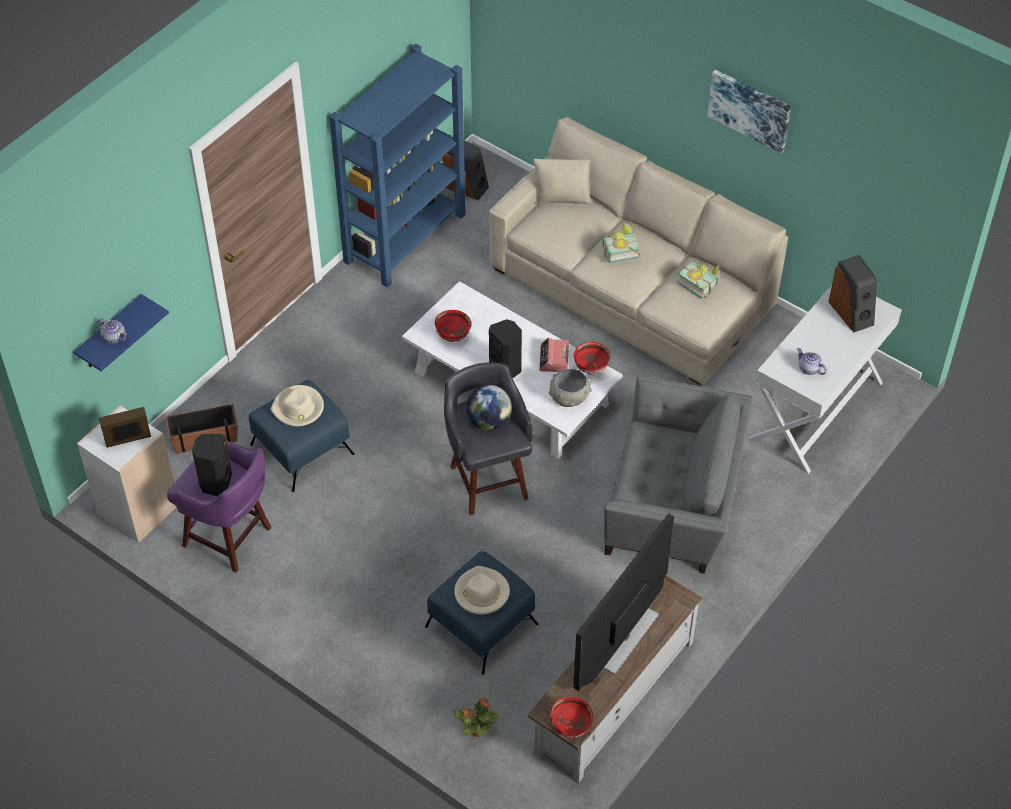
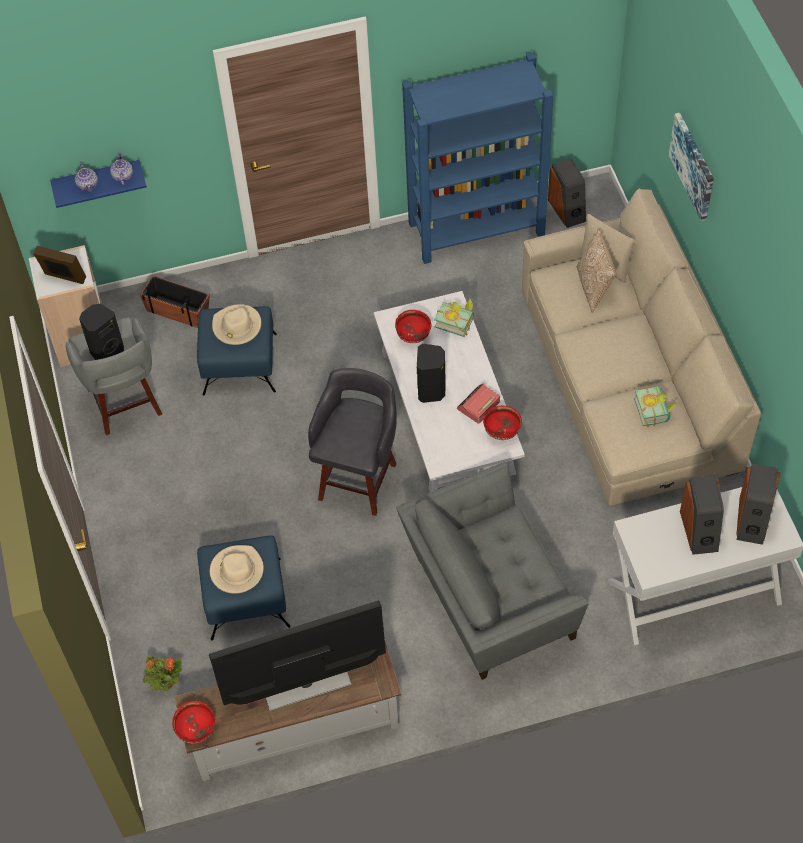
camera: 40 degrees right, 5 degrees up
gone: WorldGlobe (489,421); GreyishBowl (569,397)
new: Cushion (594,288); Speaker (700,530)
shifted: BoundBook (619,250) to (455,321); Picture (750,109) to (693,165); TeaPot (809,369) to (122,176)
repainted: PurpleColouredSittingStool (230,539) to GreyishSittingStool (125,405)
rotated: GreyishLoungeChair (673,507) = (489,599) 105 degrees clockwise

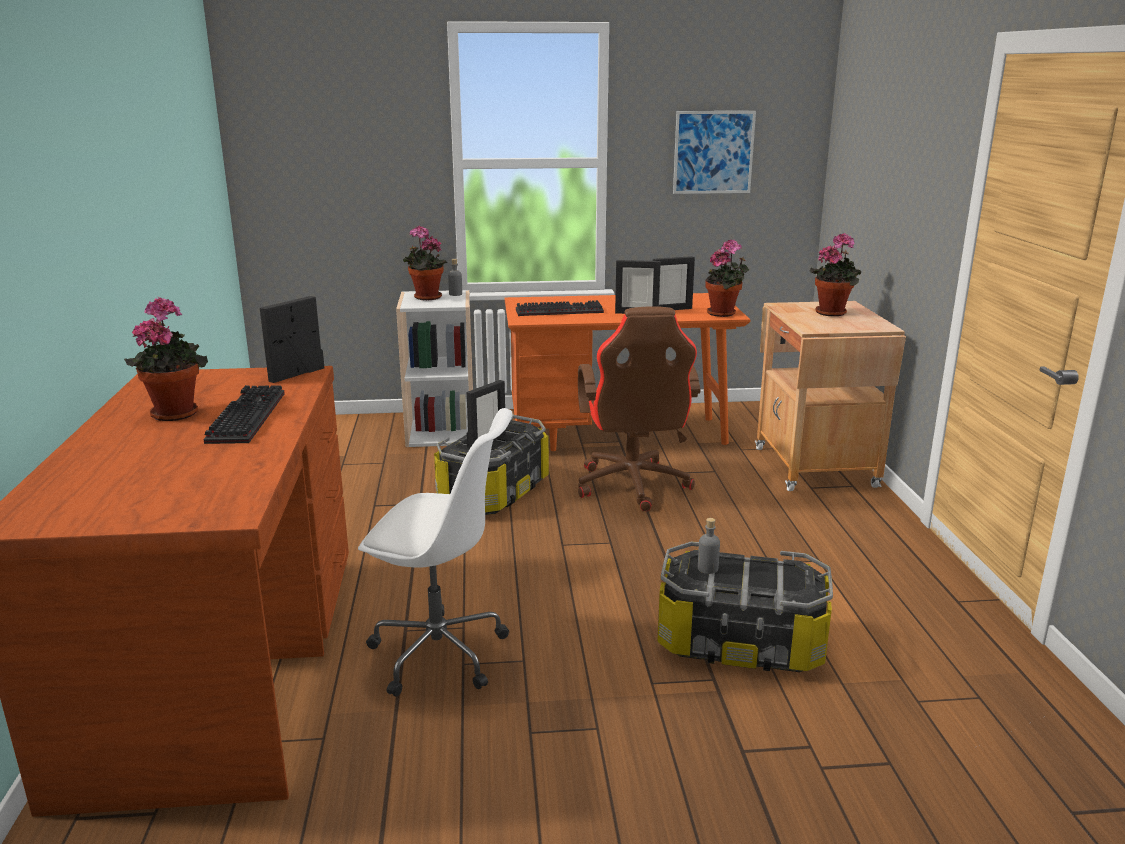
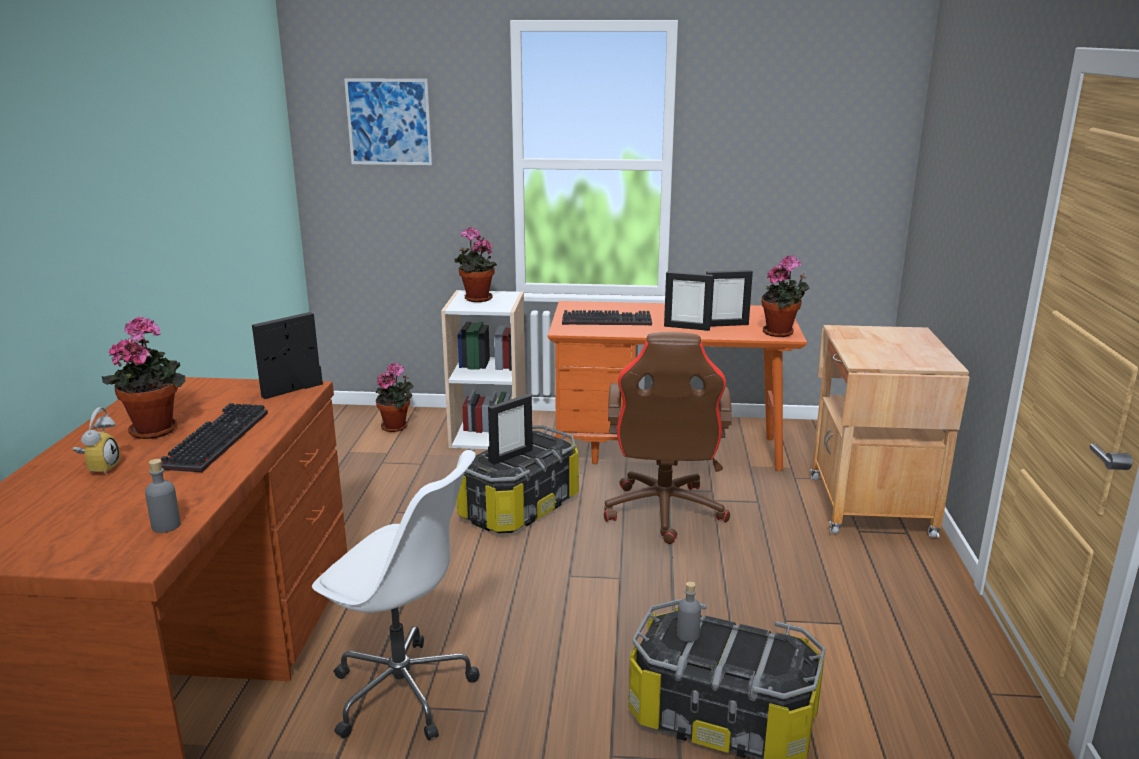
camera: 10 degrees right, 0 degrees up
new: AlarmClock (100,468)
shifted: GreyishBeverageBottle (455,294) to (166,526); Picture (713,152) to (389,122); PottedPlant (833,312) to (397,426)

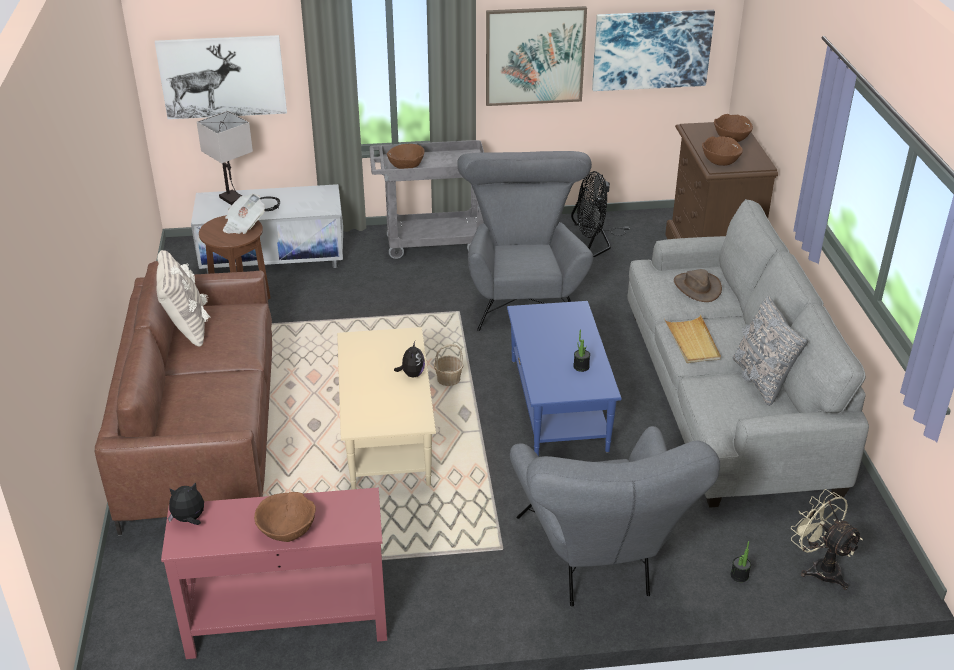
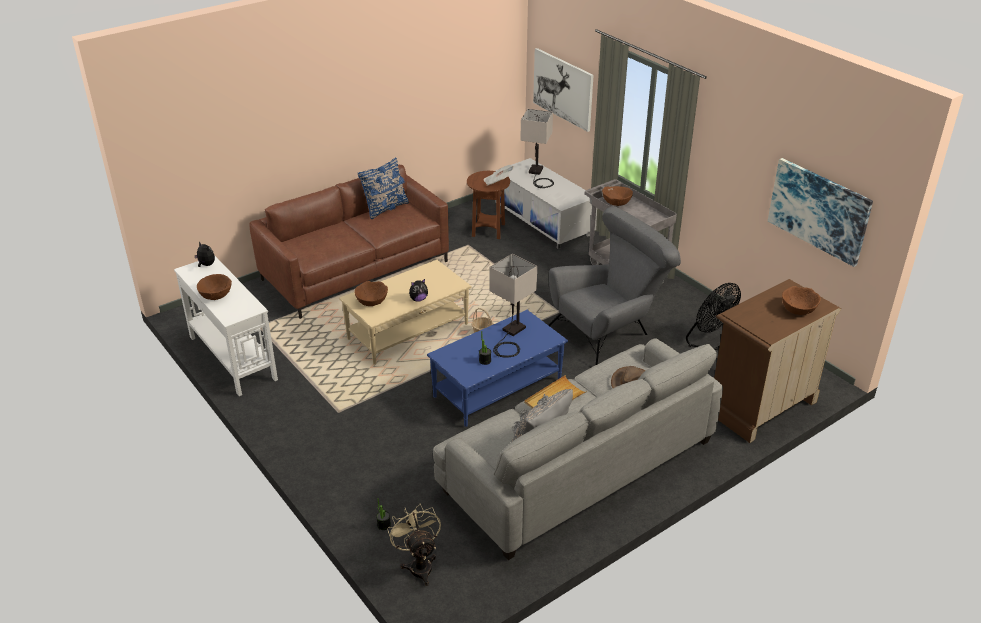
camera: 60 degrees right, 0 degrees up
gone: Picture (535,56); GreyishLoungeChair (599,564)
new: TableLamp (510,338)
shifted: BrownColouredBowl (721,160) to (372,301)
repainted: SandColouredCushion (188,327) to BlueCushion (386,209); ReddishConsoleTable (286,622) to WhiteConsoleTable (232,357)
rotated: SandColouredFan (819,568) = (419,564) 45 degrees counterclockwise

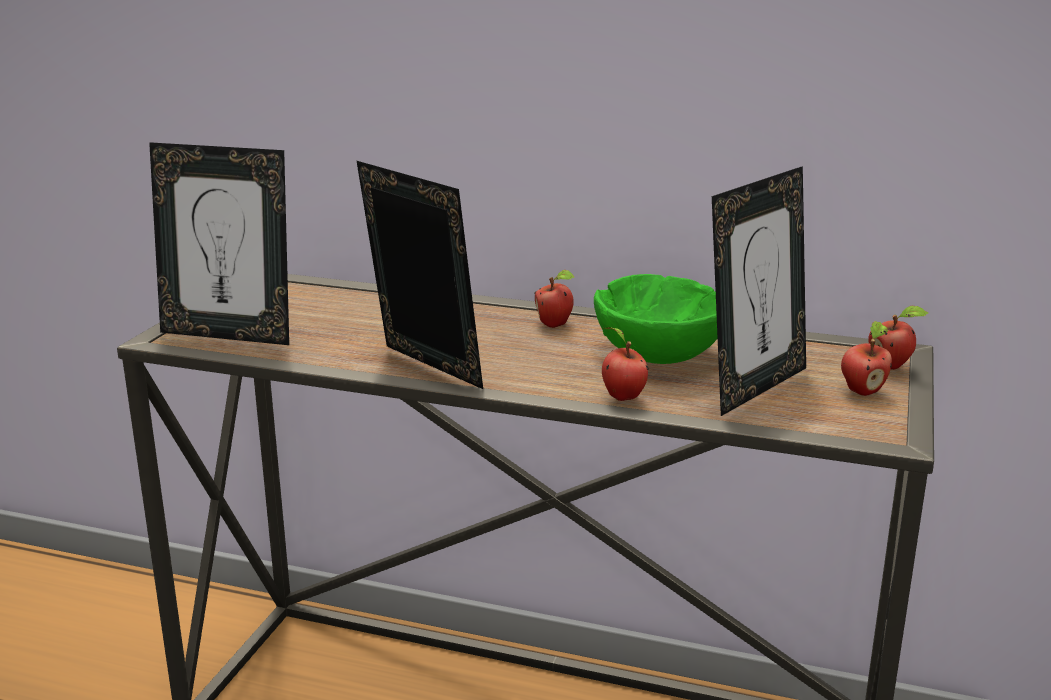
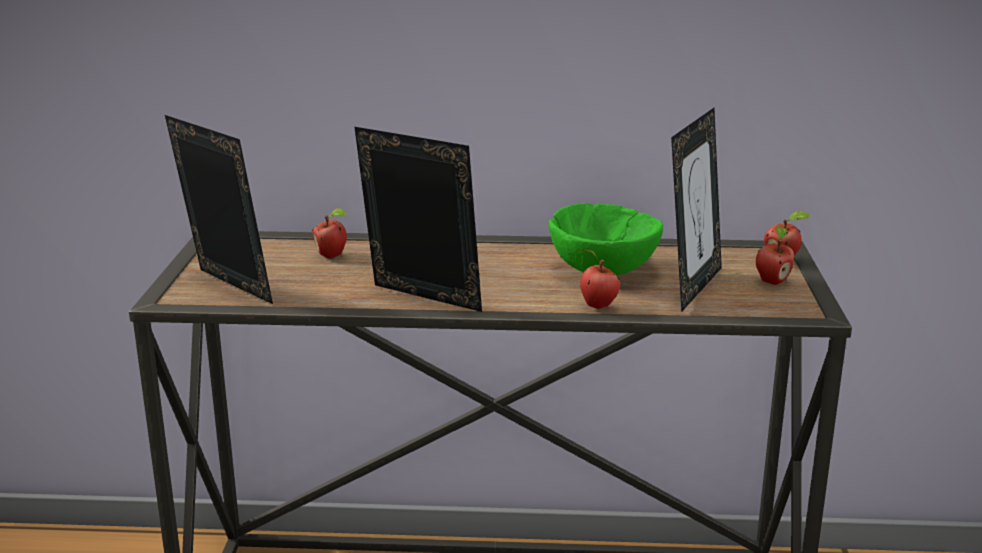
camera: 15 degrees left, 0 degrees up
shifted: Apple (555,325) to (332,256)
rotated: StandingFrame (229,334) = (226,289) 135 degrees counterclockwise

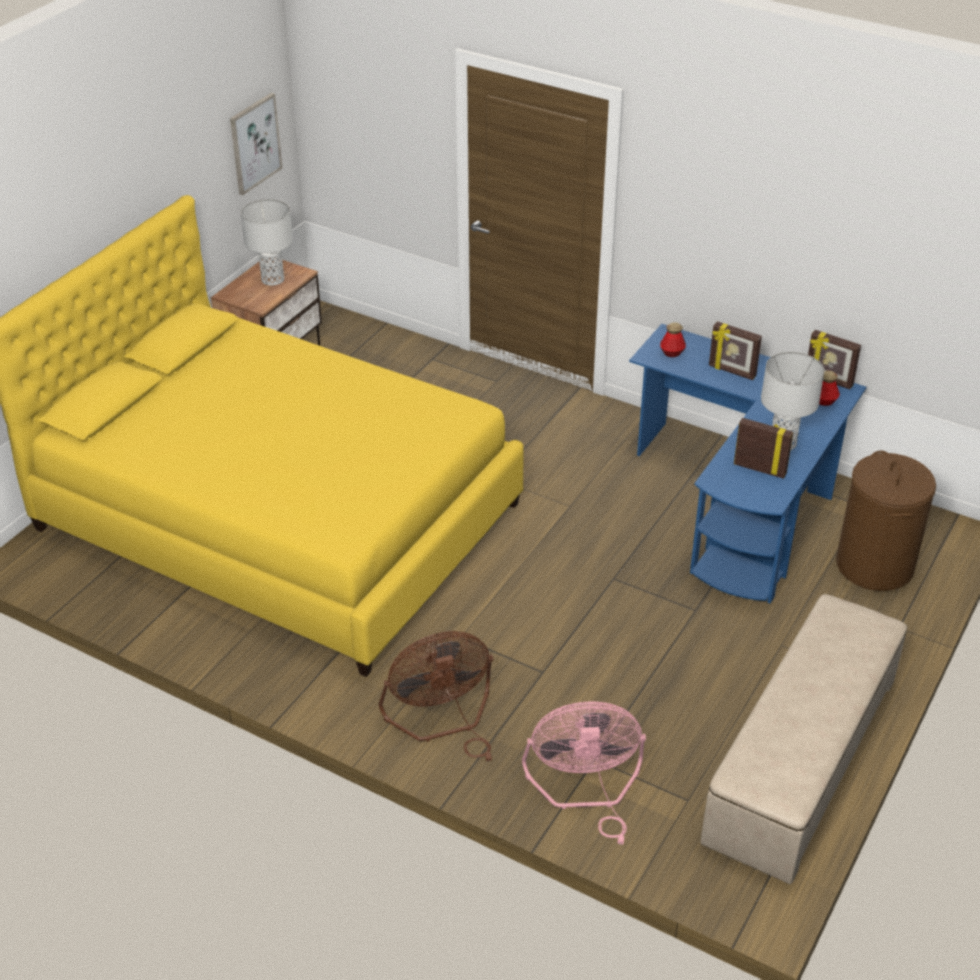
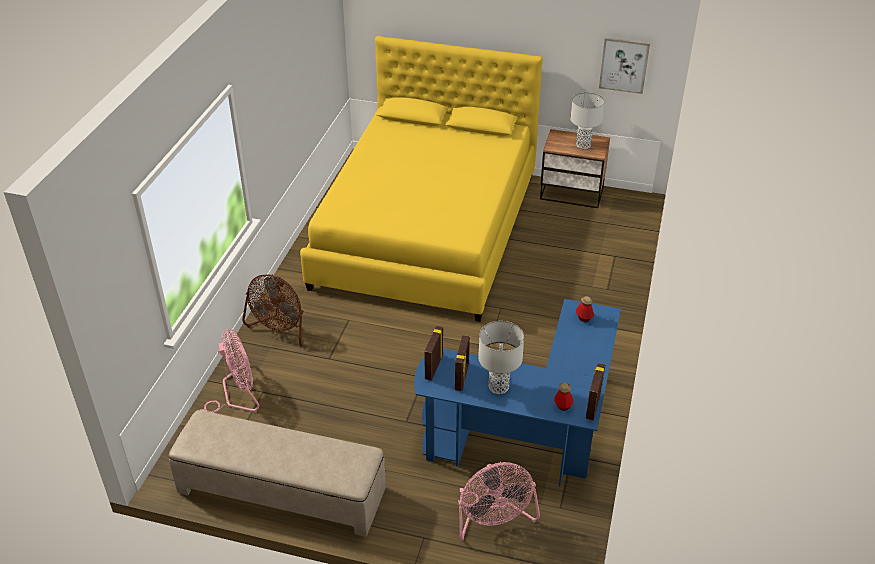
camera: 75 degrees right, 0 degrees up
shifted: StandingFrame (731,371) to (433,367)
swapped: BrownColouredLaundryBasket (874,565) to PinkishFan (490,518)
rotated: BrownColouredFan (447,722) = (279,327) 150 degrees clockwise

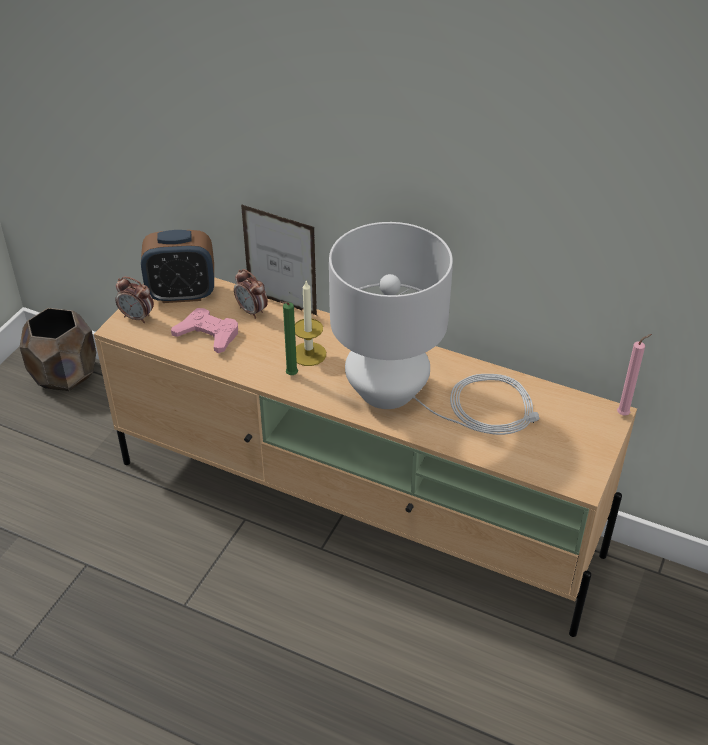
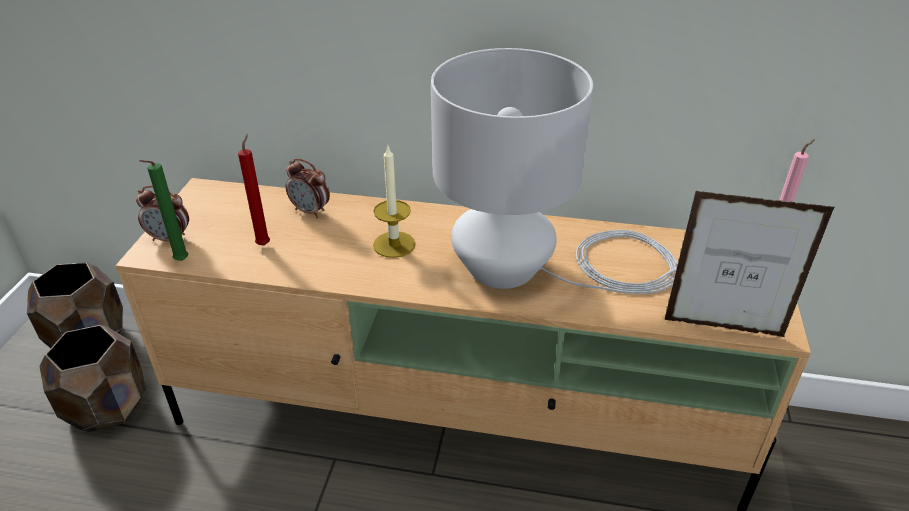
camera: 15 degrees left, 5 degrees down
gone: AlarmClock (182,294)
new: BrownColouredPlantPot (109,406)
shifted: StandingFrame (282,303) to (723,328); GreenColouredCandle (290,375) to (179,262)
swapped: PinkishGameController (208,335) to ReddishCandle (264,244)

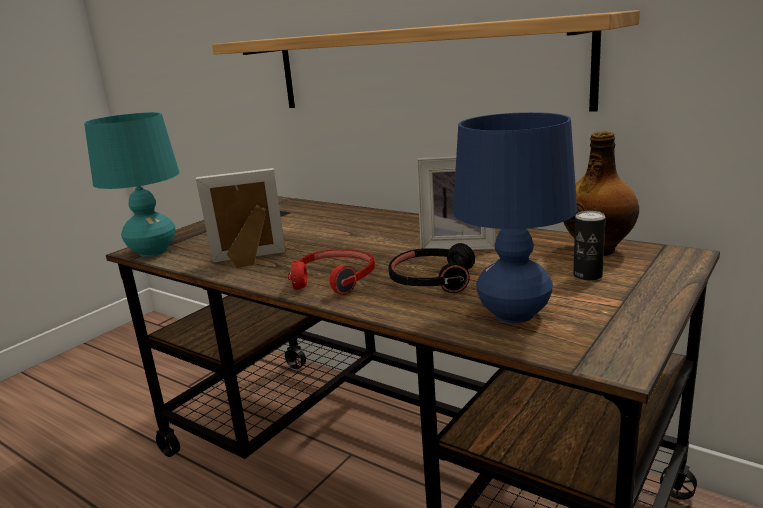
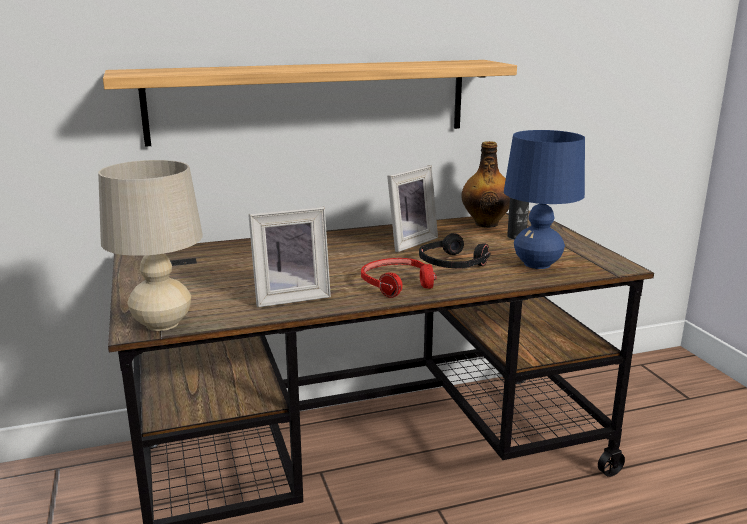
camera: 55 degrees left, 0 degrees up
repainted: BlueGreenTableLamp (153,251) to SandColouredTableLamp (162,324)
rotated: StandingFrame (249,261) = (290,297) 135 degrees counterclockwise

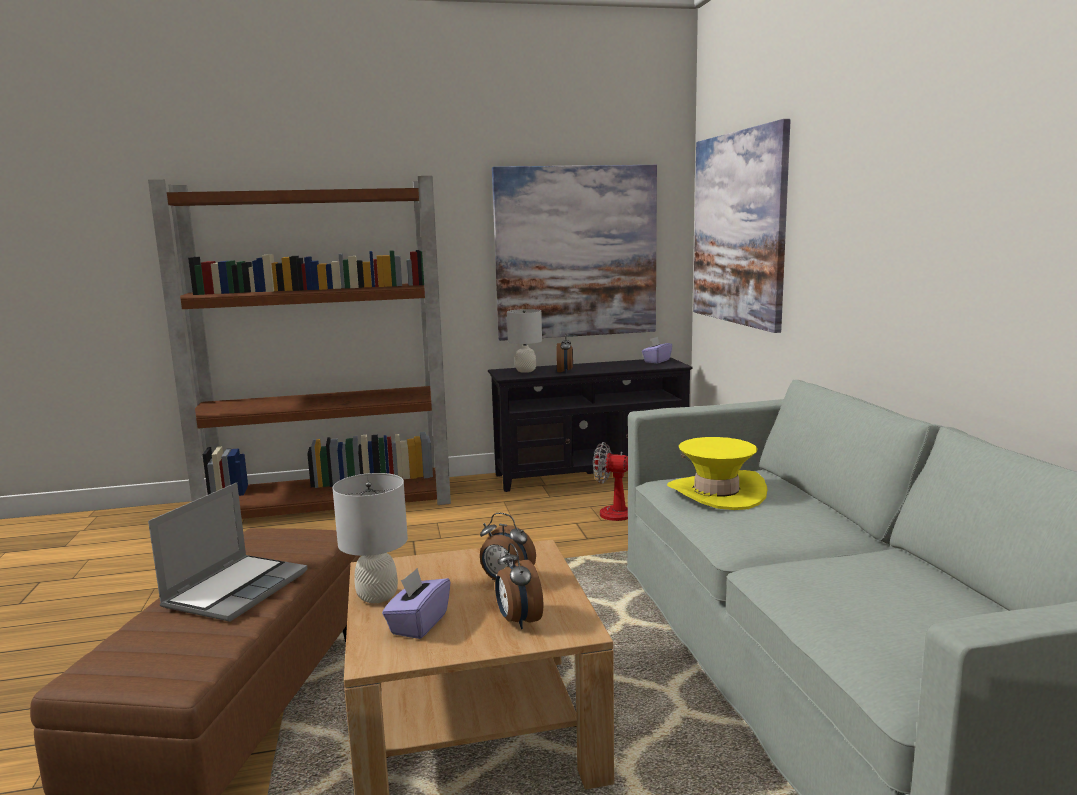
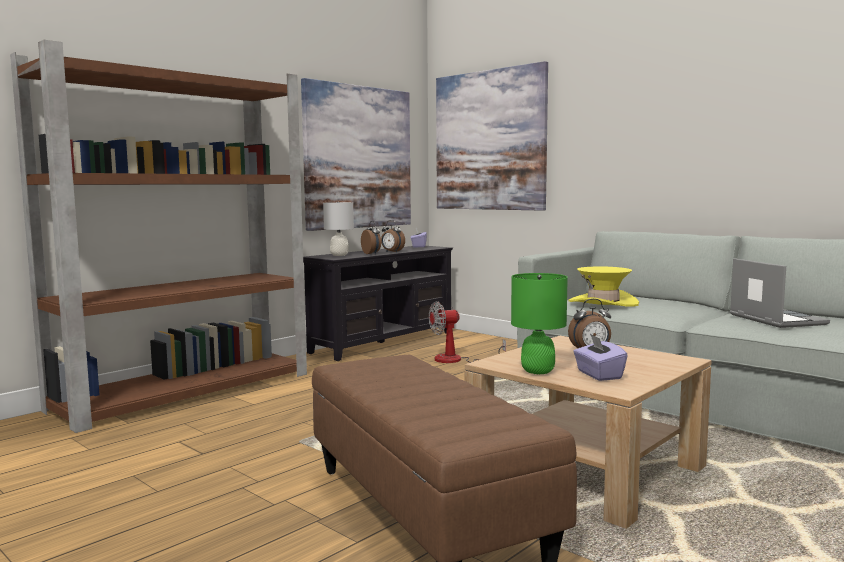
camera: 35 degrees left, 5 degrees down
shifted: PortableComputer (236,589) to (775,319); AlarmClock (518,621) to (392,252)
repainted: GreyishTableLamp (378,596) to GreenColouredTableLamp (537,371)

